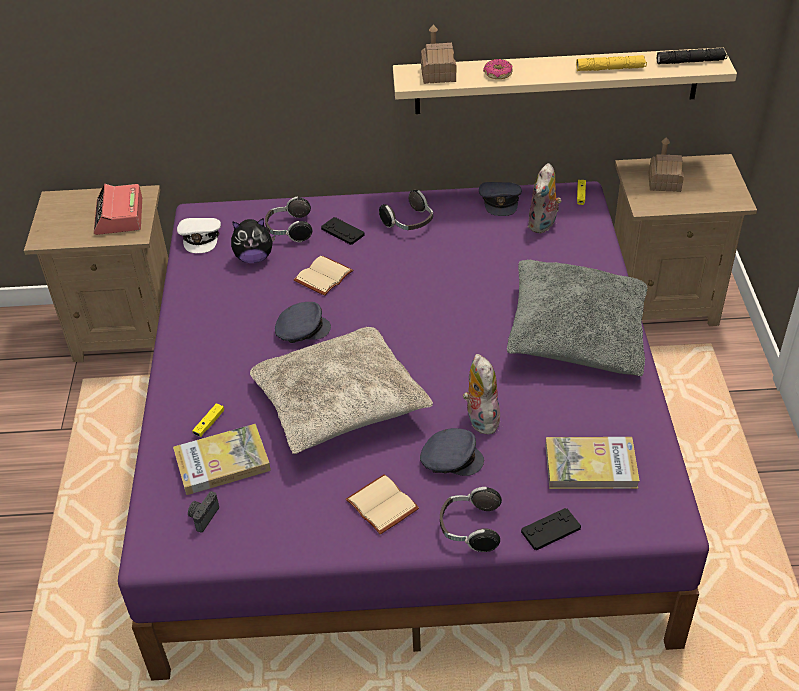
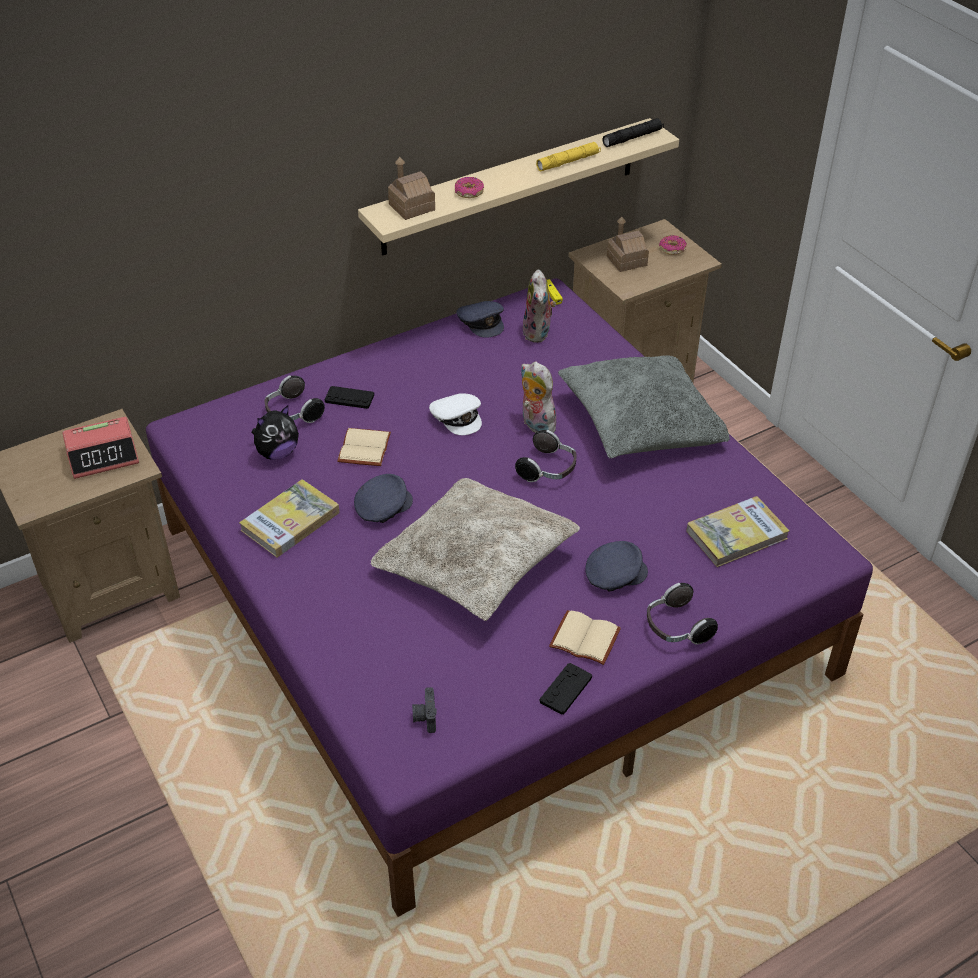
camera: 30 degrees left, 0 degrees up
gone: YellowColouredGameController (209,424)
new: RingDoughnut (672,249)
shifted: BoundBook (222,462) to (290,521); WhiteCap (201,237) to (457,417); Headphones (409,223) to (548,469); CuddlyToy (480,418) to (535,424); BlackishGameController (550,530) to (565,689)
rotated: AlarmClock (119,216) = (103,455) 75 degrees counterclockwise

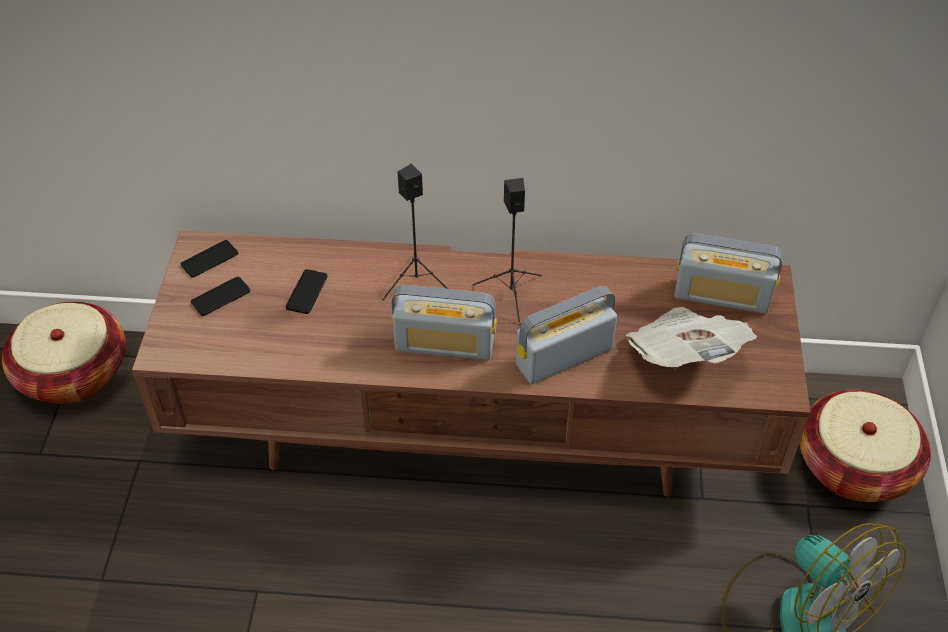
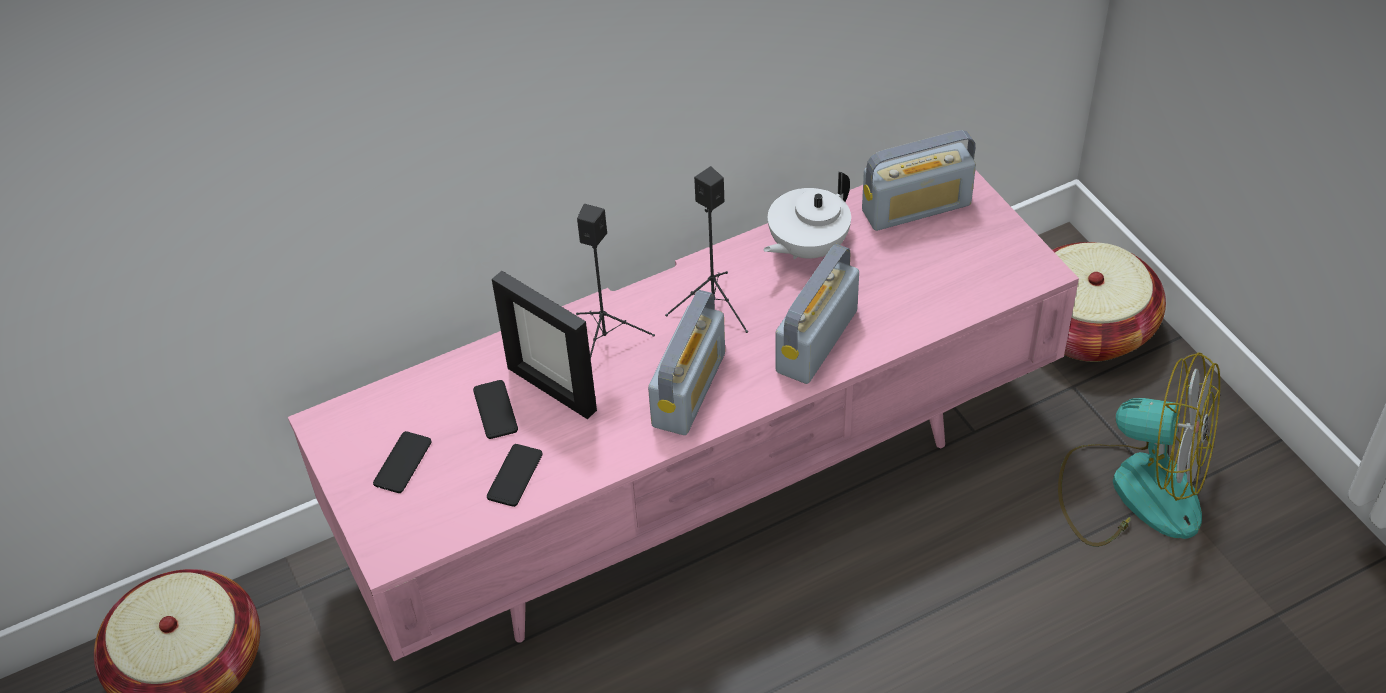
camera: 30 degrees left, 0 degrees up
gone: Newspaper (684,356)
new: StandingFrame (553,387); WhiteTeaPot (807,248)
shifted: Phone (209,259) to (515,476)
repainted: BrownColouredTvStand (474,424) to PinkishTvStand (699,479)
rotated: Radio (445,344) = (689,389) 45 degrees counterclockwise

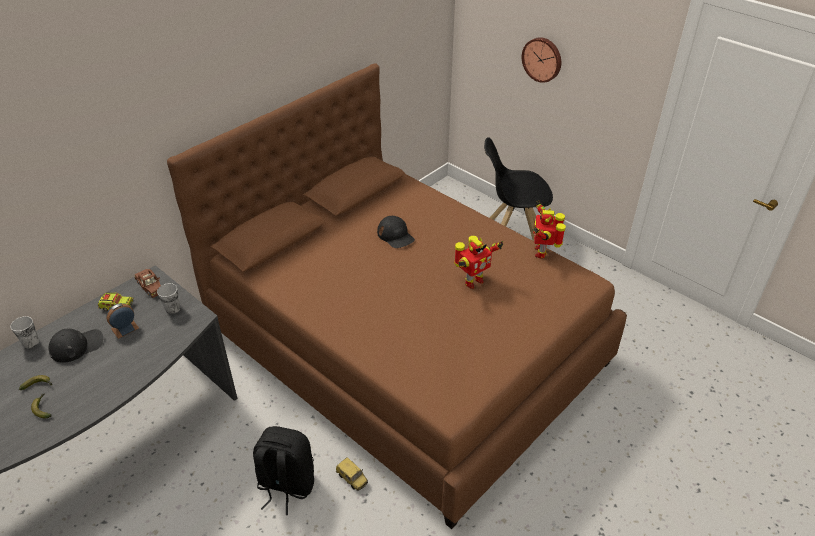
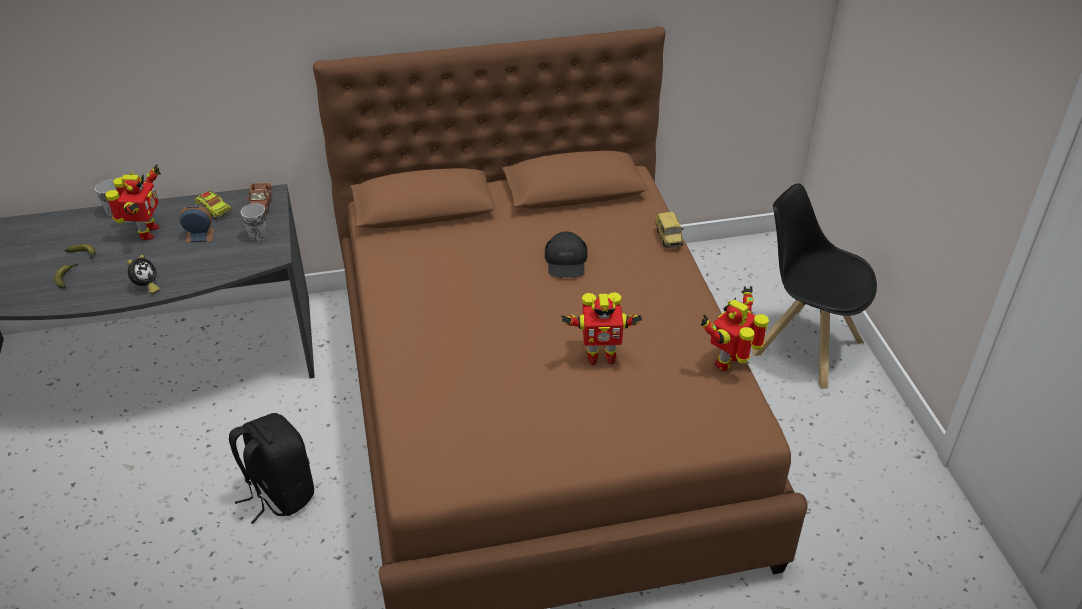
camera: 35 degrees right, 0 degrees up
gone: HangingClock (542,59)
new: AlarmClock (146,287)
shifted: MiniatureCar (352,479) to (669,239)
swapped: BlackishCap (77,346) to ToyRobot (146,233)

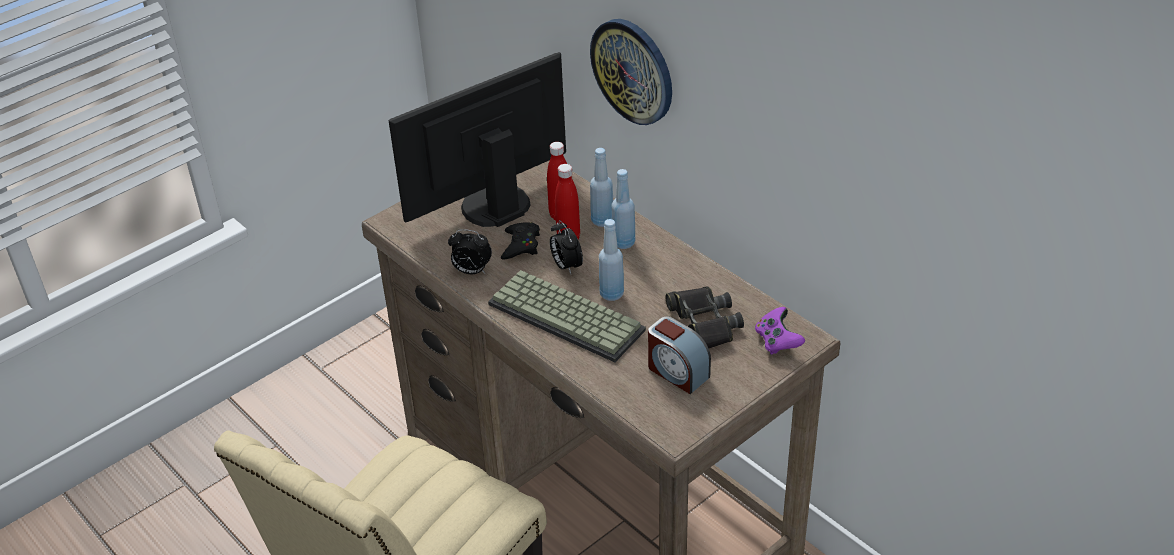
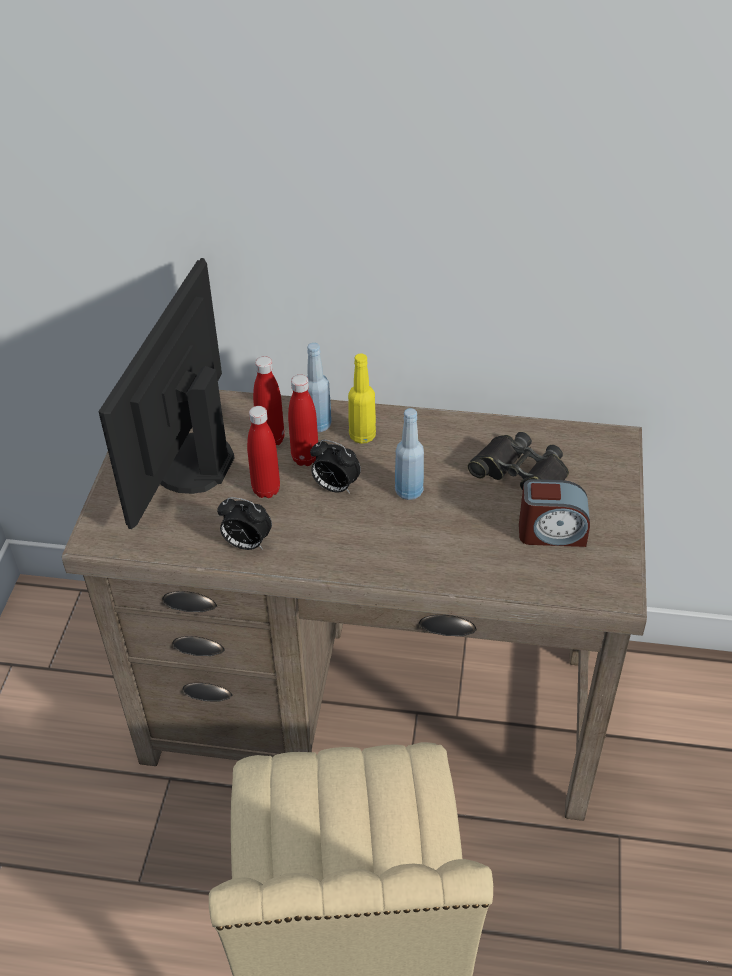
camera: 40 degrees left, 5 degrees up
gone: PcKeyboard (569,316); HangingClock (633,71); PurpleColouredGameController (777,341)
swapped: BlackishGameController (521,245) to ReddishBeverageBottle (266,490)
repainted: BlueBeverageBottle (623,243) to YellowColouredBeverageBottle (362,436)
rotated: AlarmClock (471,271) = (246,544) 45 degrees clockwise

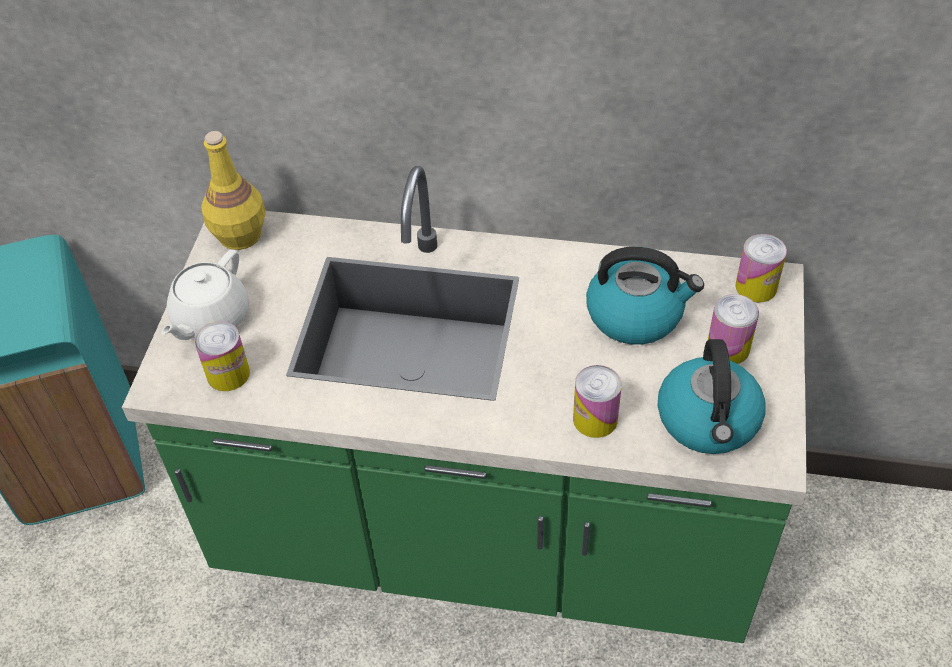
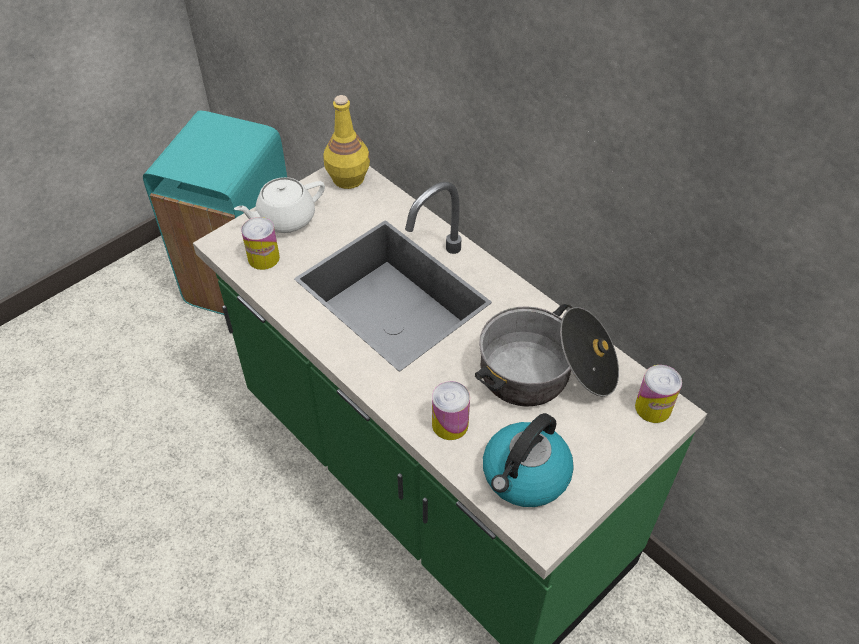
camera: 35 degrees right, 0 degrees up
gone: Can (728,347)
swapped: WaterKettle (636,314) to Saucepot (546,374)

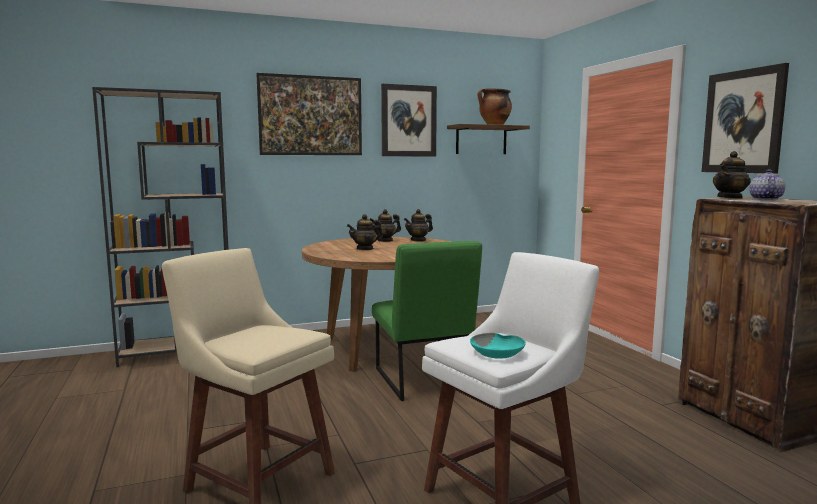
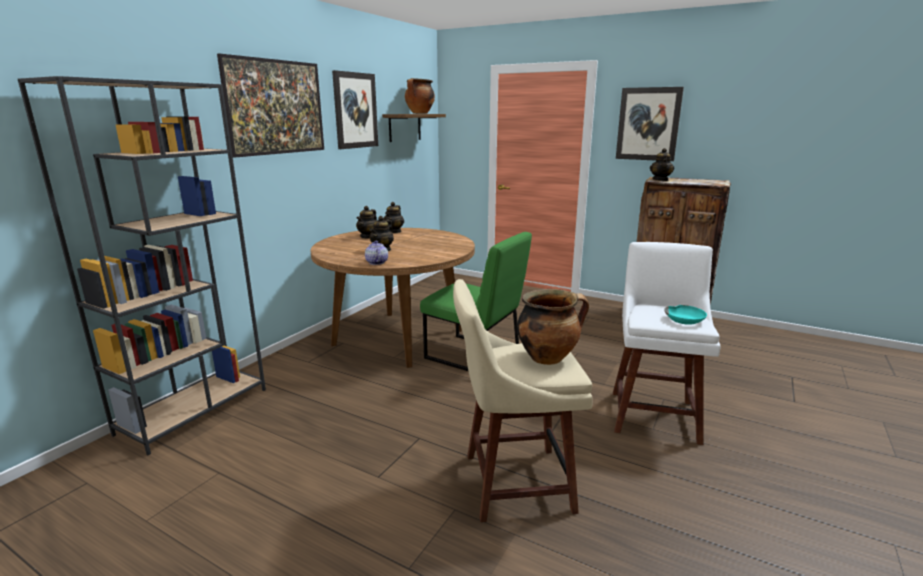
camera: 40 degrees left, 10 degrees up
new: Saucepot (548,357)
shifted: TeaPot (765,199) to (376,262)

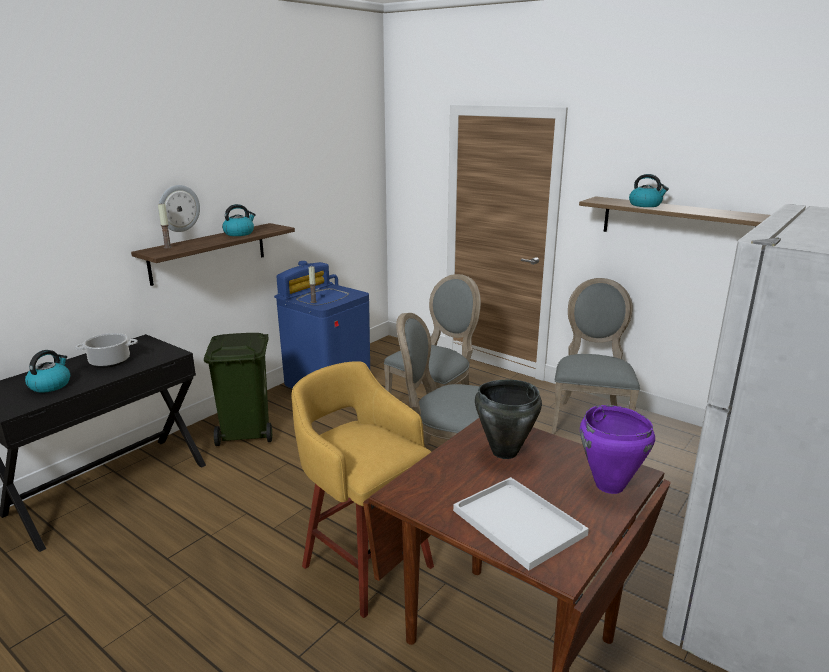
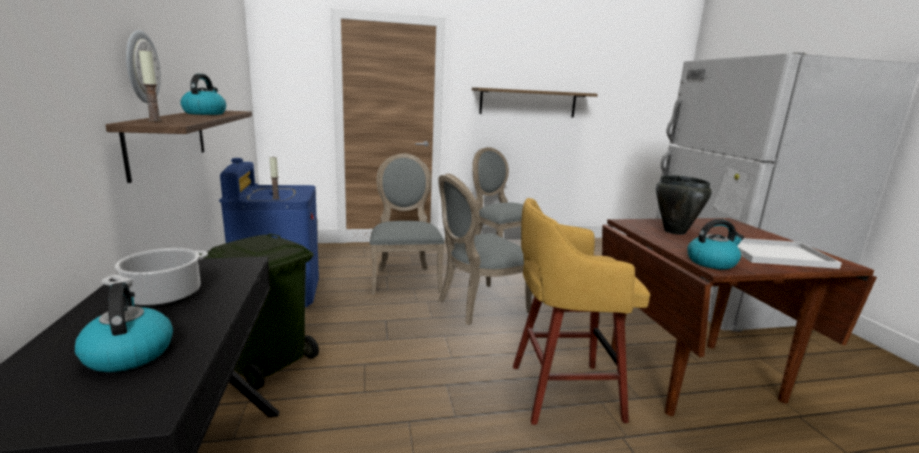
camera: 50 degrees left, 5 degrees down
gone: PurpleColouredSaucepot (609,486)
shifted: WaterKettle (645,205) to (711,262)

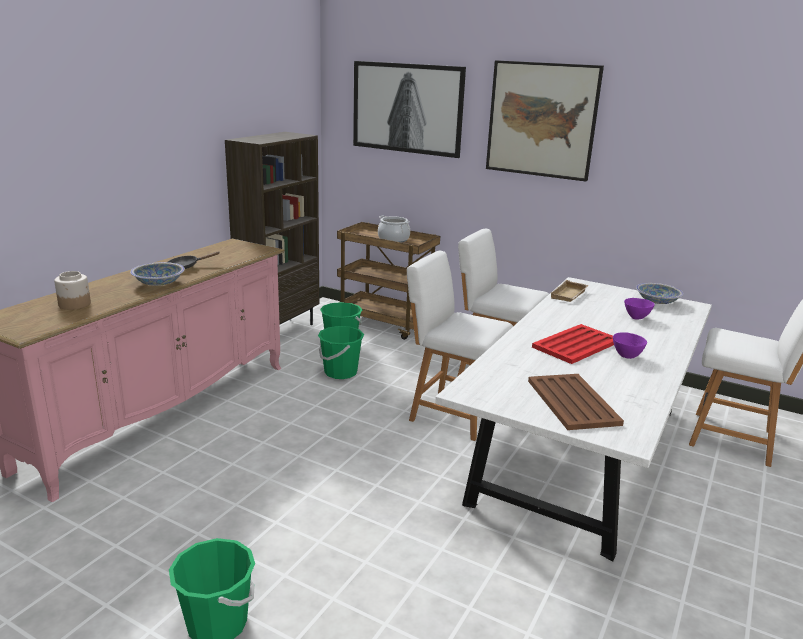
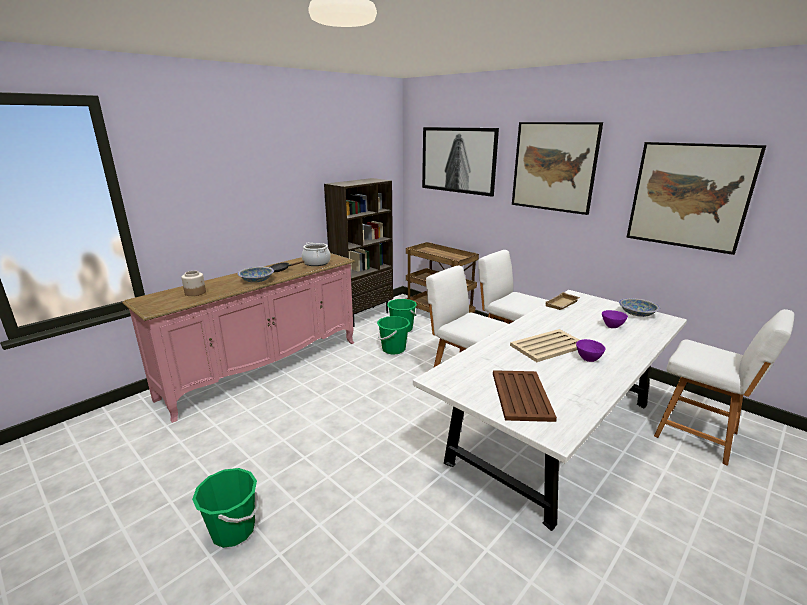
camera: 15 degrees right, 0 degrees up
new: Picture (689,196)
shifted: Saucepot (393,239) to (316,263)
repainted: ReddishTray (577,344) to SandColouredTray (549,346)

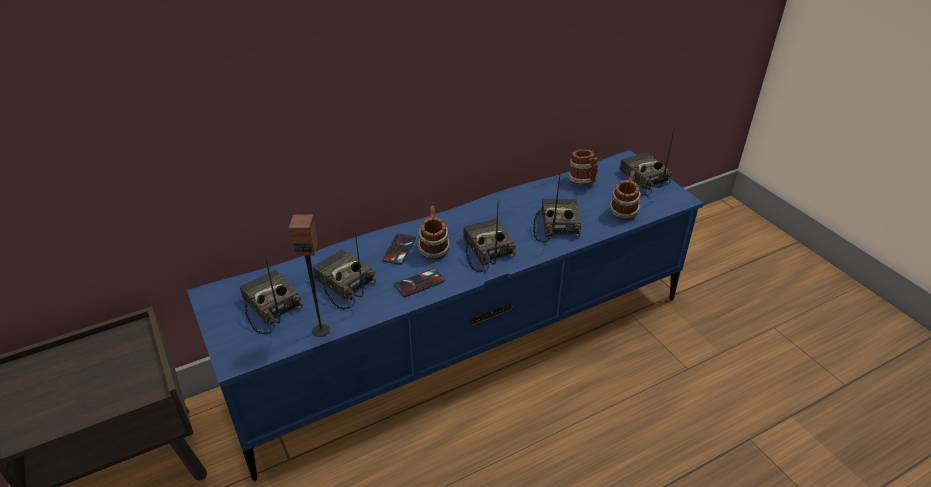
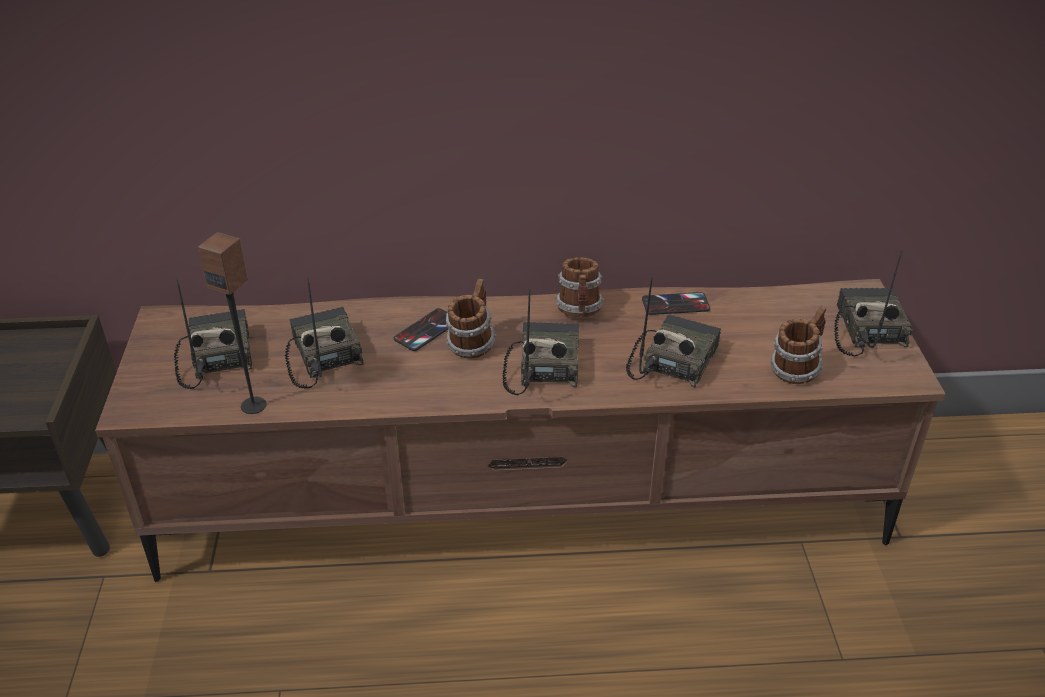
camera: 25 degrees right, 0 degrees up
shifted: Phone (419,283) to (675,304); CoffeeMug (583,182) to (579,311)
repainted: BlueTvStand (465,343) to BrownColouredTvStand (524,501)

